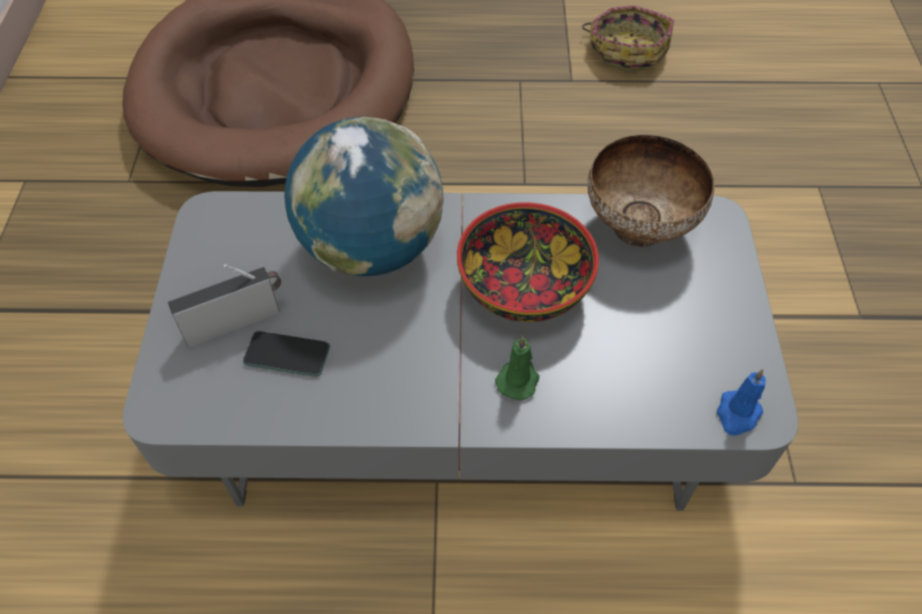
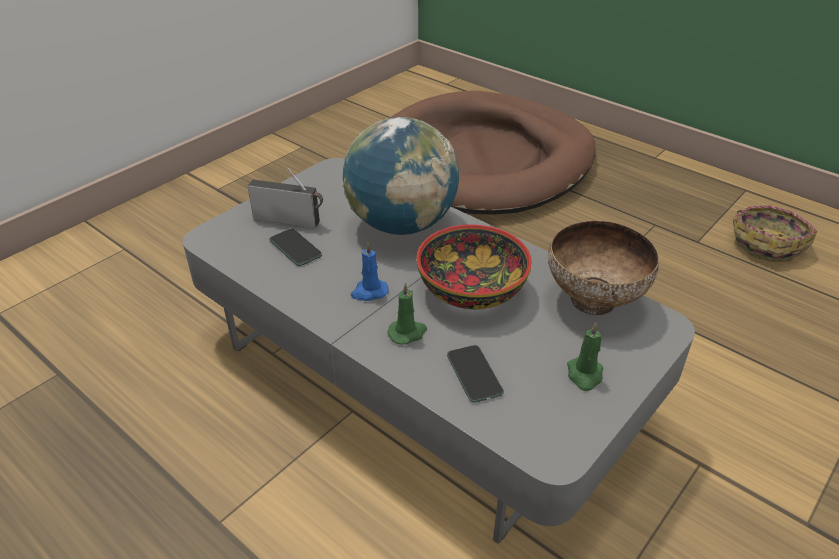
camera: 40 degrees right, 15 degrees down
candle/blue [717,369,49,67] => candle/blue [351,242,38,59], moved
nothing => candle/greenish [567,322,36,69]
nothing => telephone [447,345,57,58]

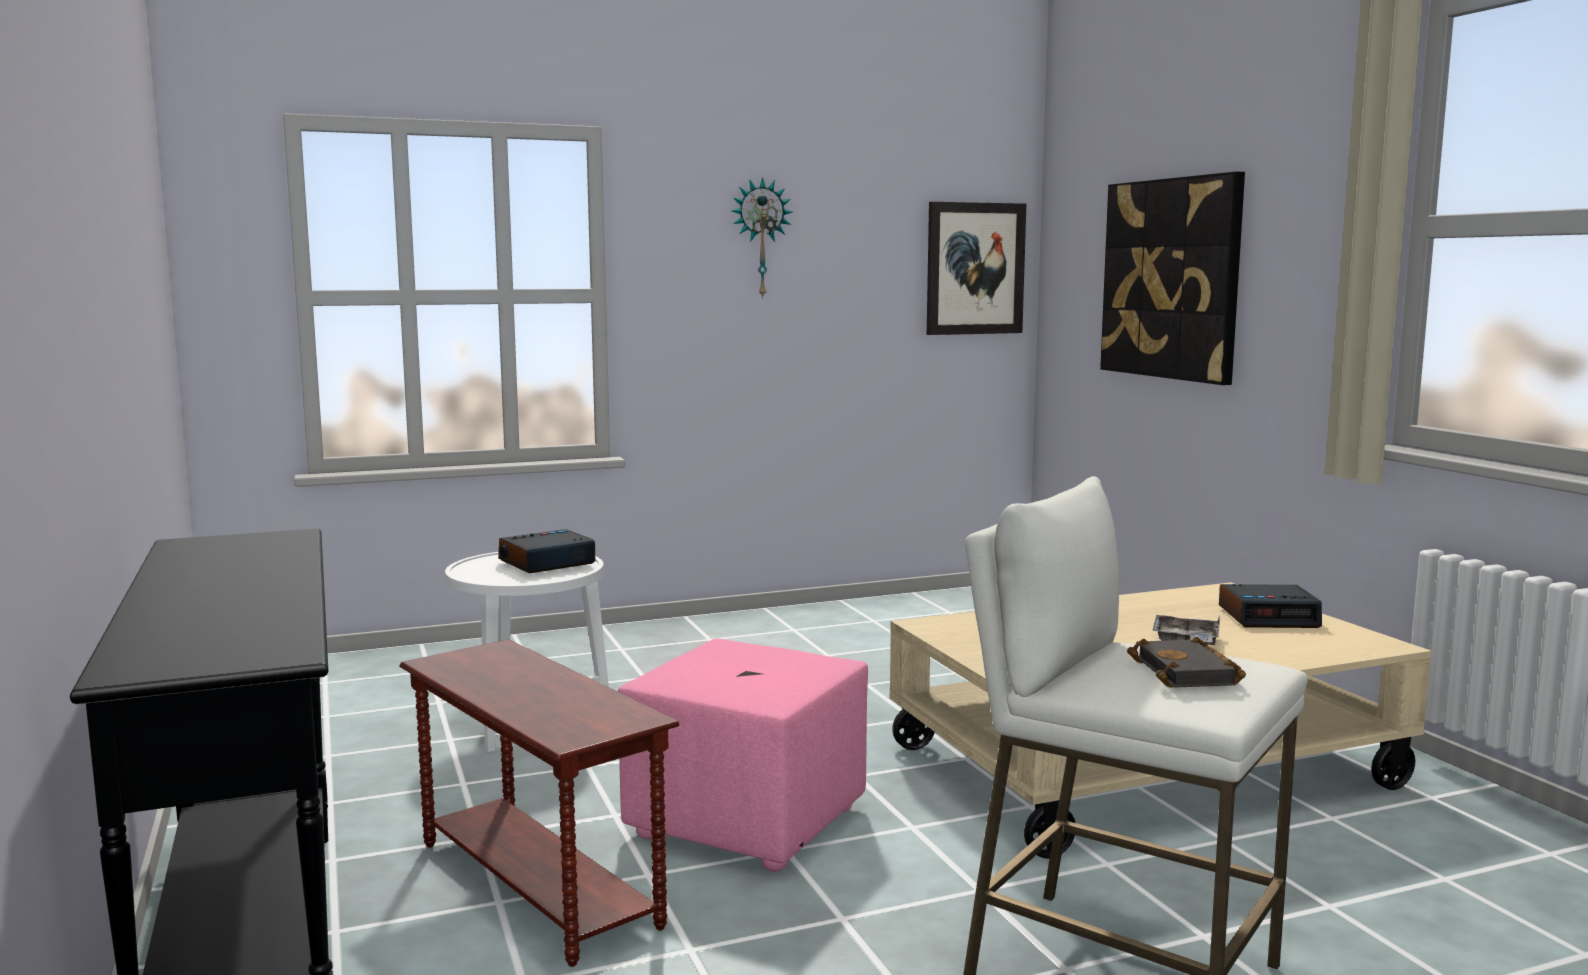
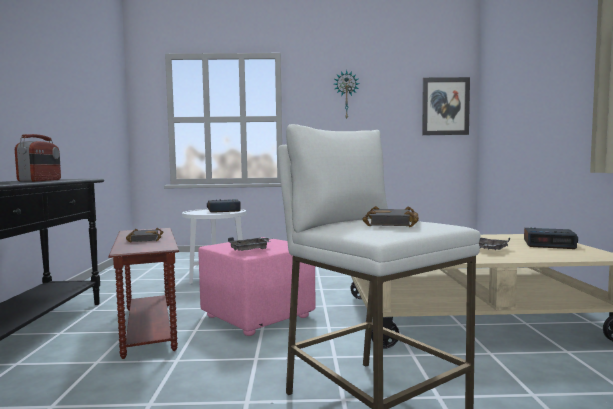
camera: 20 degrees right, 5 degrees down
wall picture [1100,171,145,214] => nothing
nothing => radio [15,134,46,48]
nothing => volume/blackish [126,228,37,15]
nothing => carrying tray/gray [228,237,44,14]

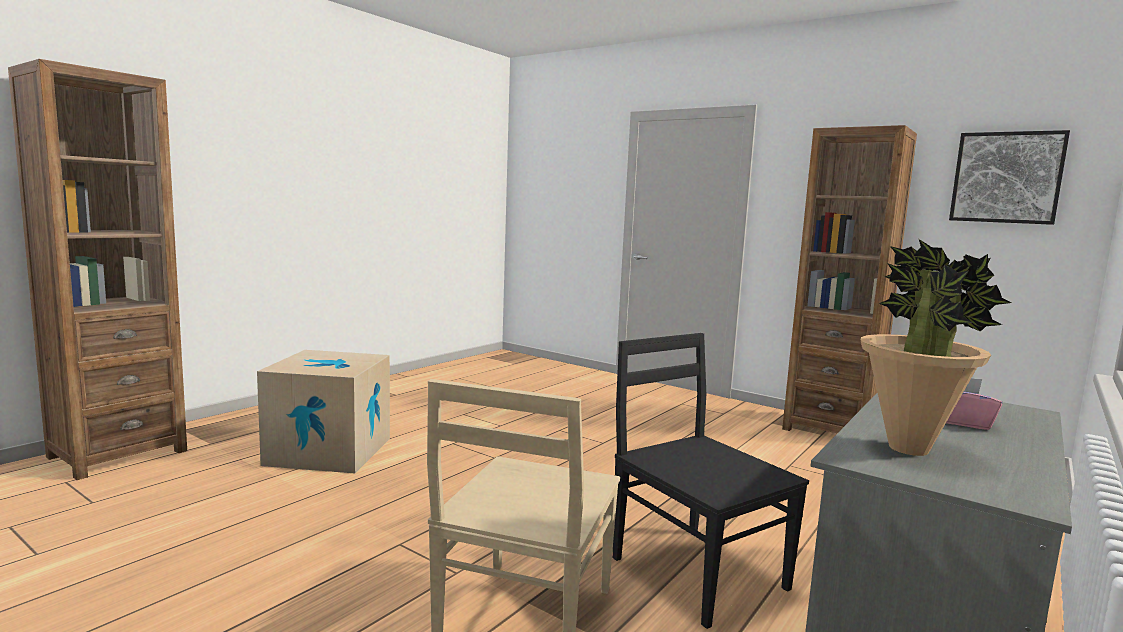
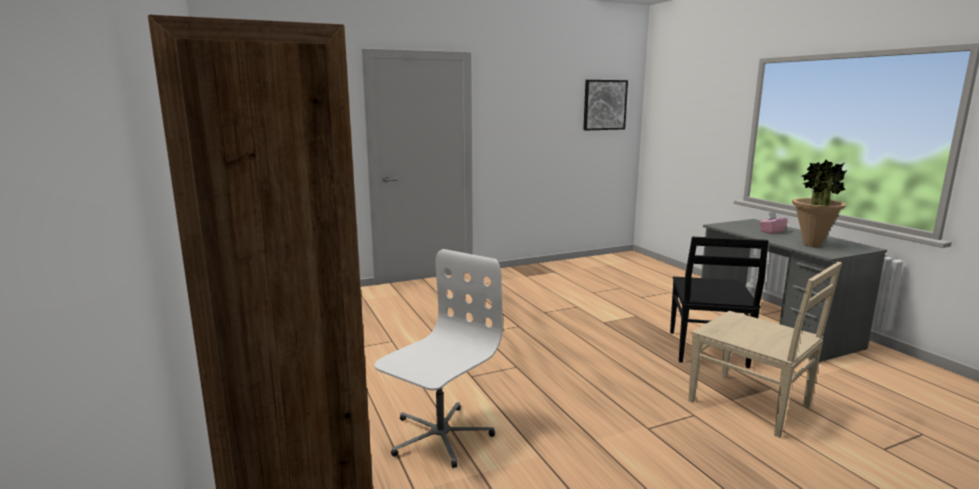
camera: 60 degrees left, 5 degrees up
bookshelf/brown-coloured [782,125,135,308] => nothing
plain chair/blackish [613,333,196,296] => plain chair/blackish [670,237,99,131], 75 degrees counterclockwise
carton [257,350,133,123] => computer chair/white [374,249,129,219]

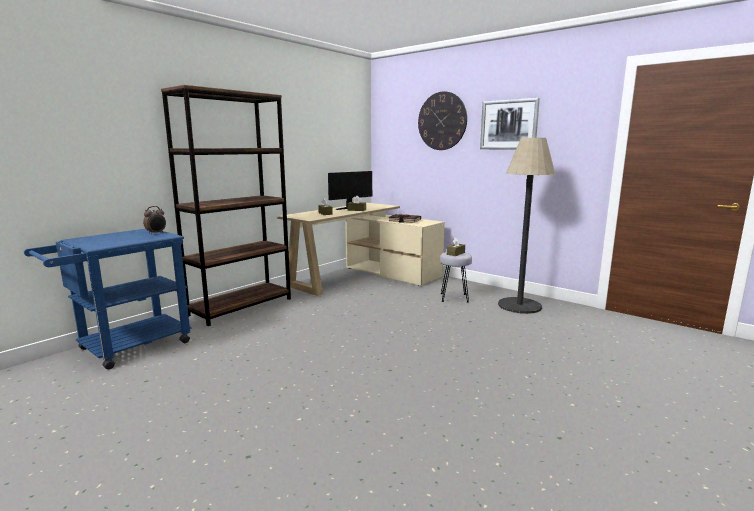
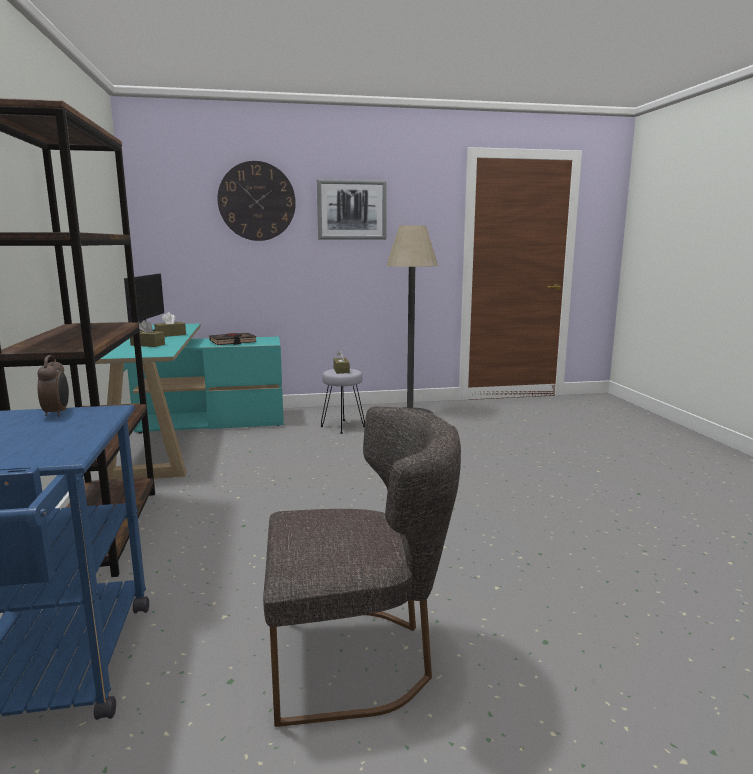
camera: 50 degrees left, 0 degrees up
desk unit/beige [277,203,168,93] => desk unit/turquoise [95,324,189,156]
nothing => plain chair/gray [263,406,198,321]

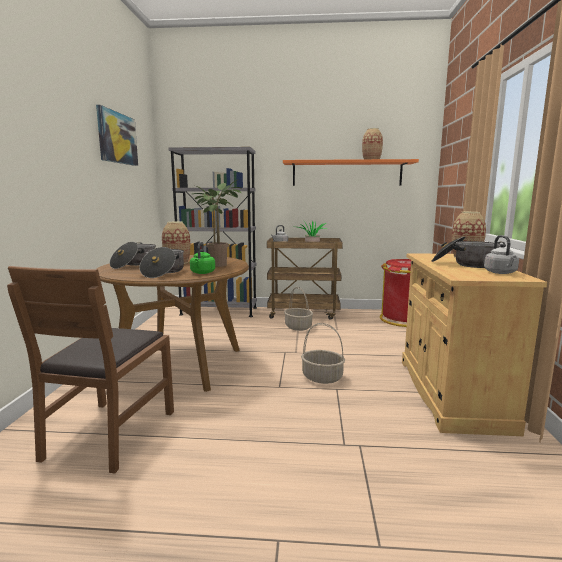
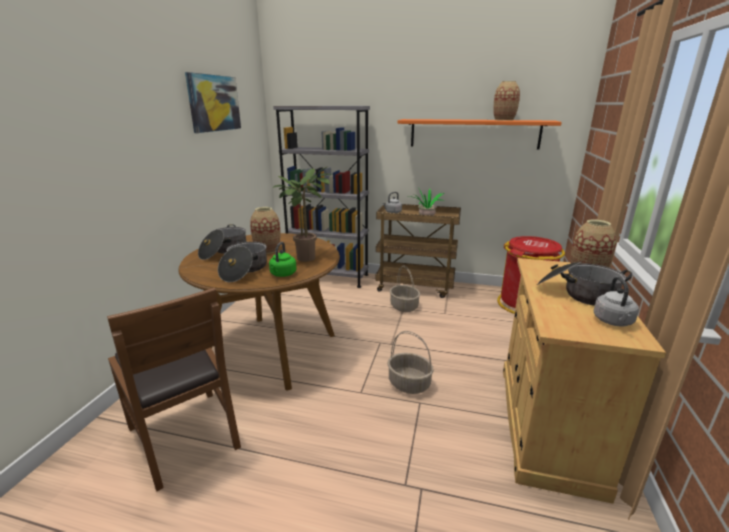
camera: 10 degrees right, 10 degrees up
plain chair/brown-coloured [7,266,167,208] => plain chair/brown-coloured [107,287,134,204], 60 degrees counterclockwise

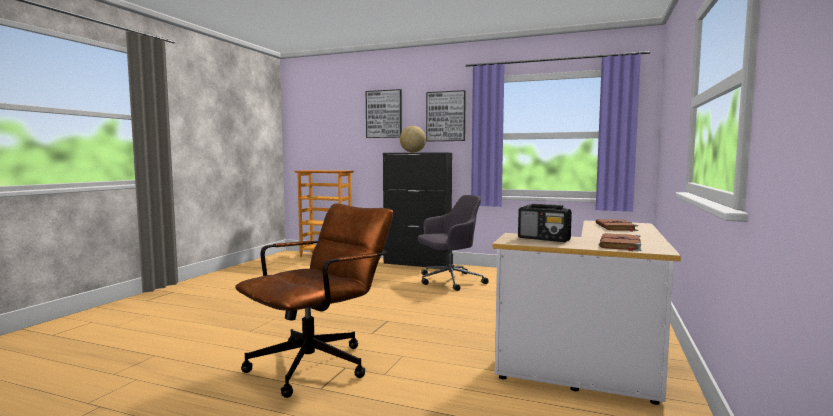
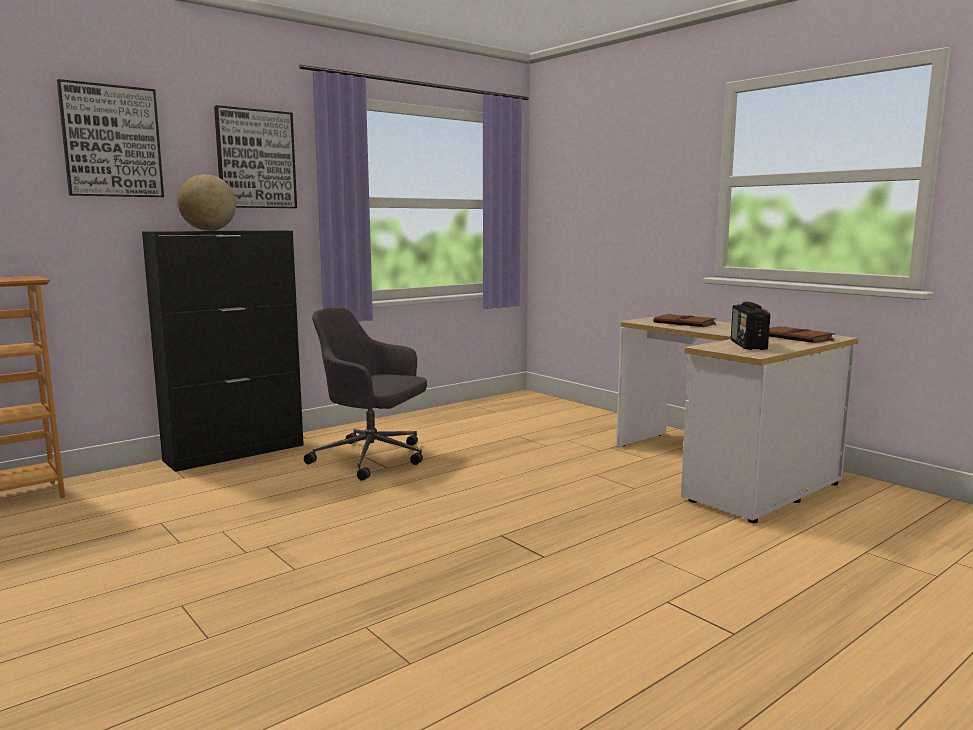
camera: 60 degrees left, 5 degrees up
computer chair/gray [418,195,71,96] => computer chair/gray [304,307,123,174], 75 degrees counterclockwise
computer chair/brown-coloured [235,203,158,195] => nothing
radio [518,204,54,38] => radio [731,302,39,48], 120 degrees clockwise

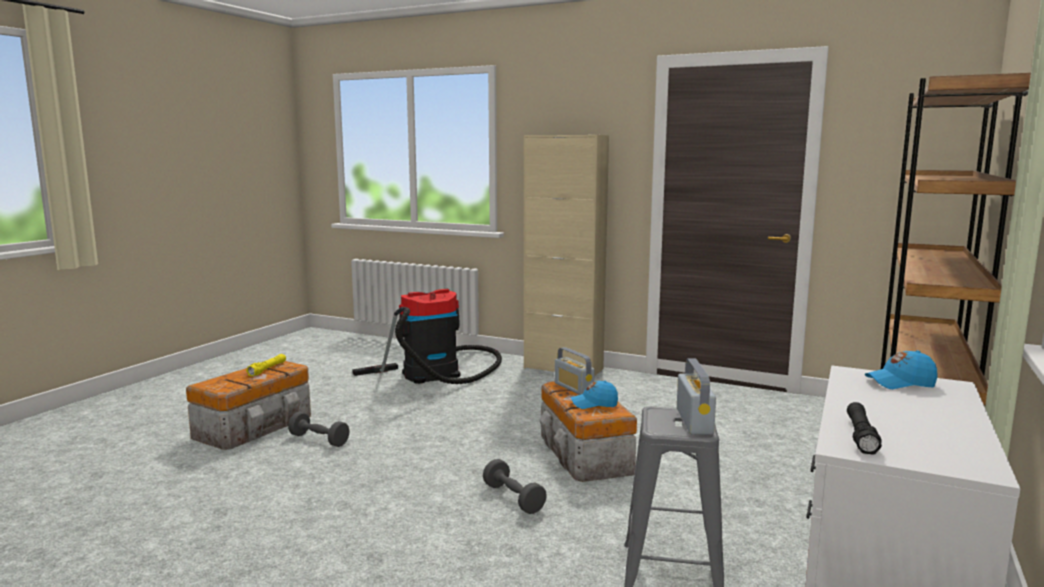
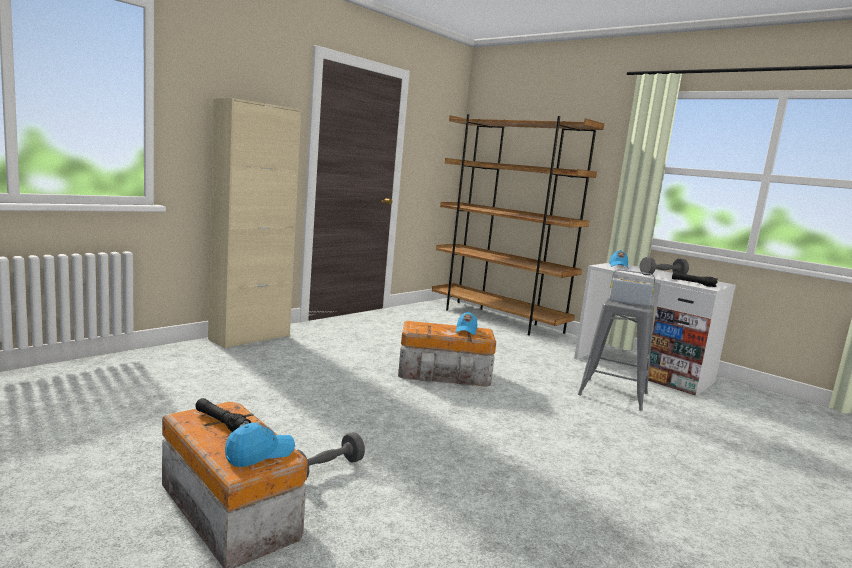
camera: 75 degrees left, 0 degrees up
vacuum cleaner [352,289,150,95] => nothing
radio [555,347,40,48] => nothing
hand torch/yellow-coloured [246,354,40,22] => hand torch/blackish [195,398,56,34]
dumbbell/gray [483,459,64,55] => dumbbell/gray [640,257,49,18], moved
nothing => cap/blue [225,422,70,45]

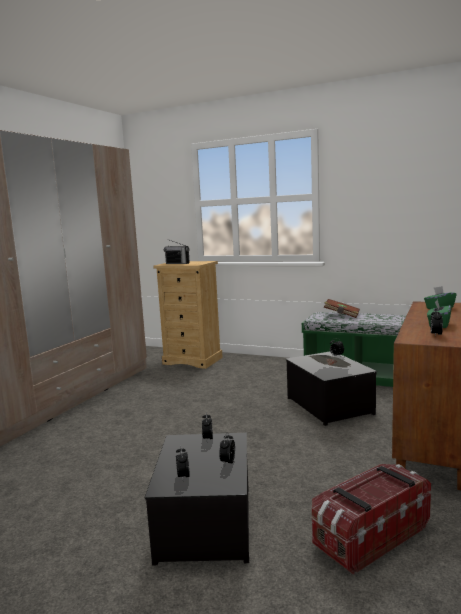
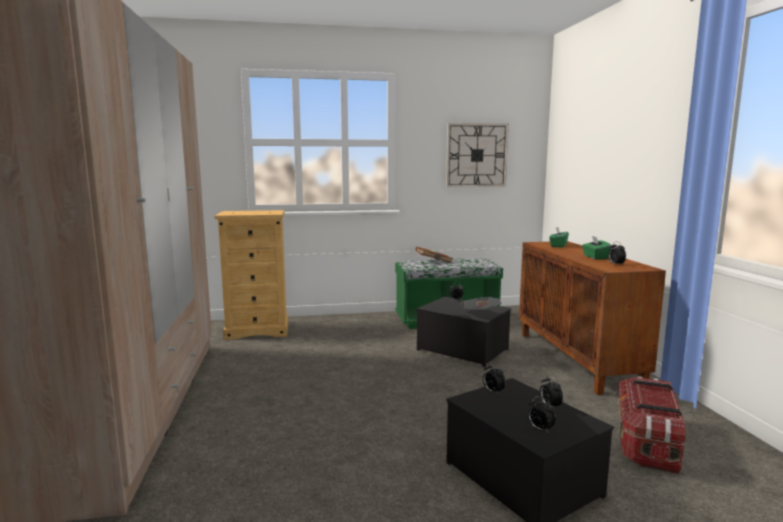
camera: 35 degrees left, 0 degrees up
radio [164,239,26,25] => nothing
nothing => clock on the wall [446,123,63,64]

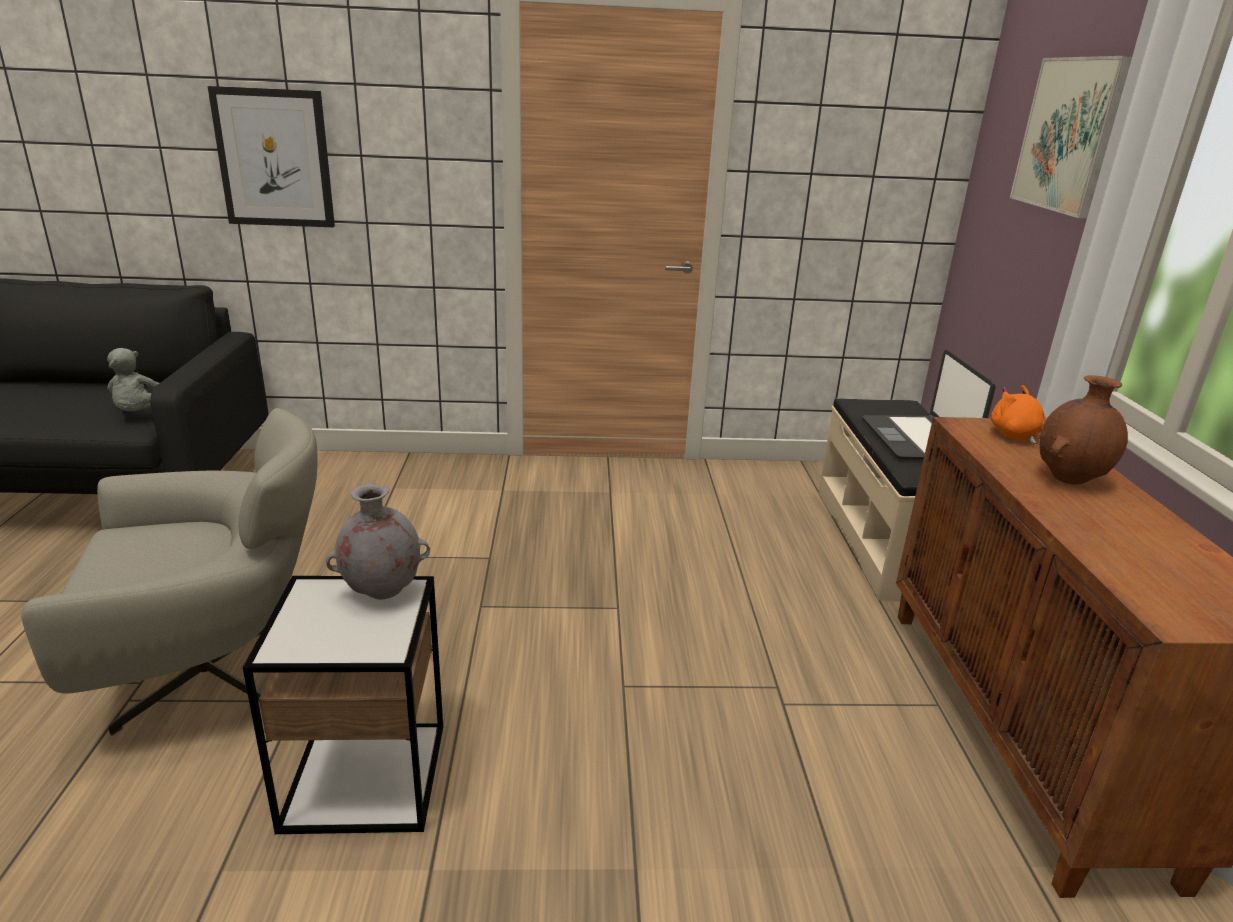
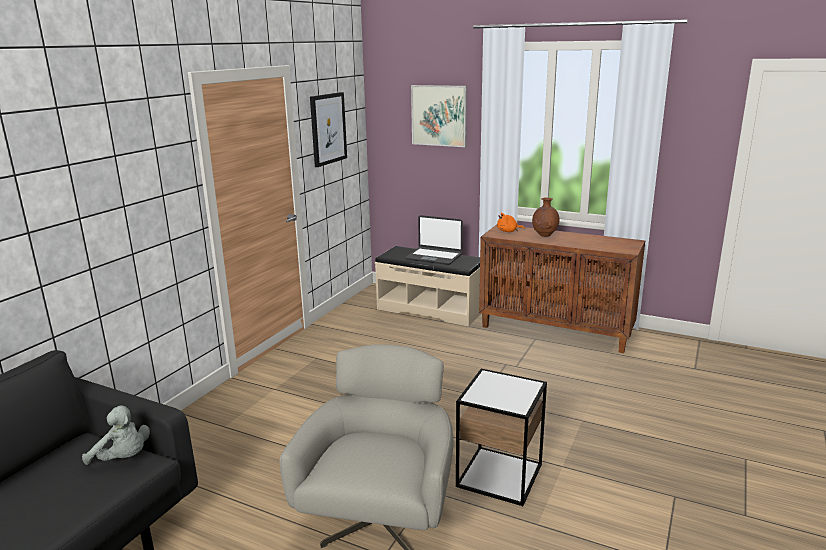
camera: 60 degrees left, 5 degrees down
wall picture [208,86,127,141] => wall picture [310,92,37,75], moved
decorative vase/gray [326,483,104,117] => nothing

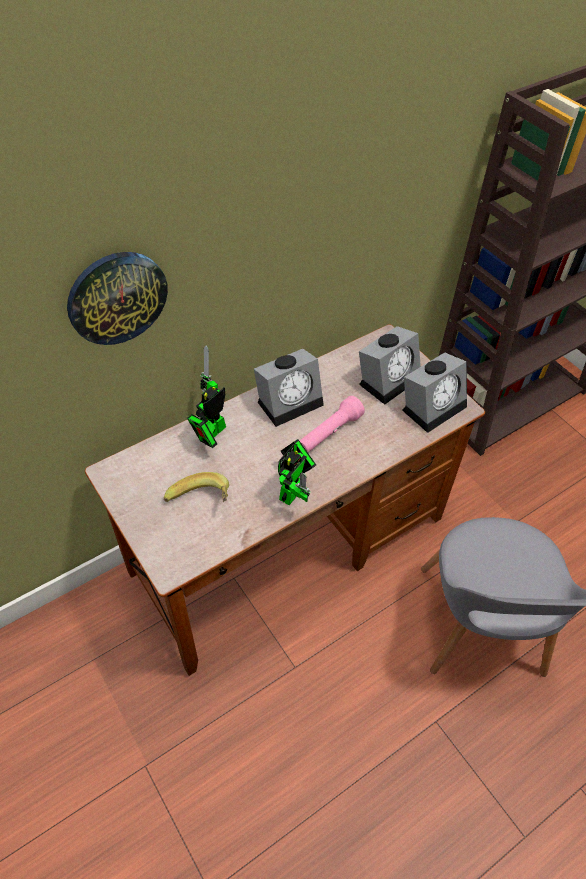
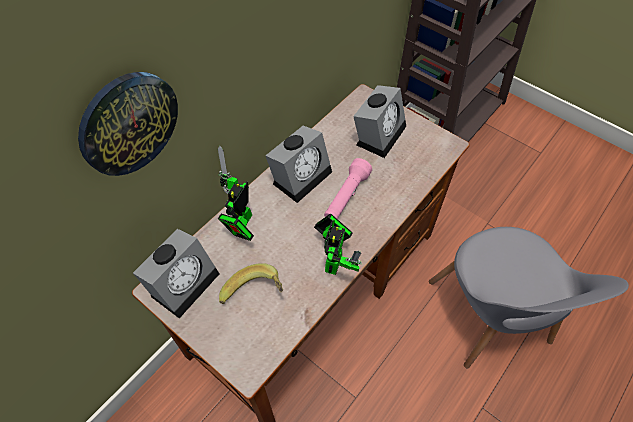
camera: 15 degrees left, 5 degrees up
bedside clock [402,352,65,81] => bedside clock [133,229,86,89], moved

